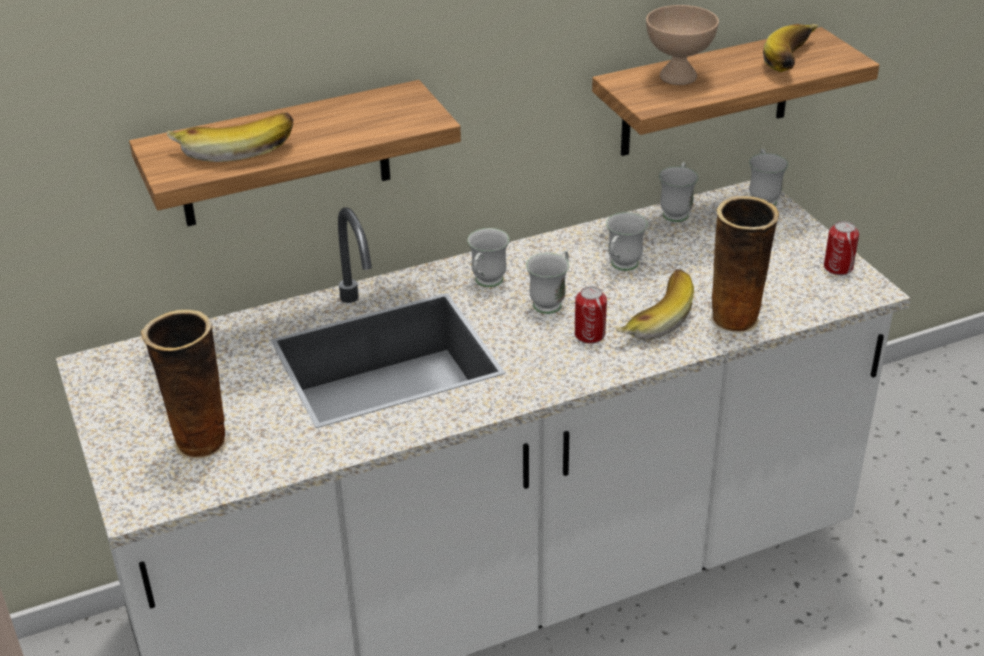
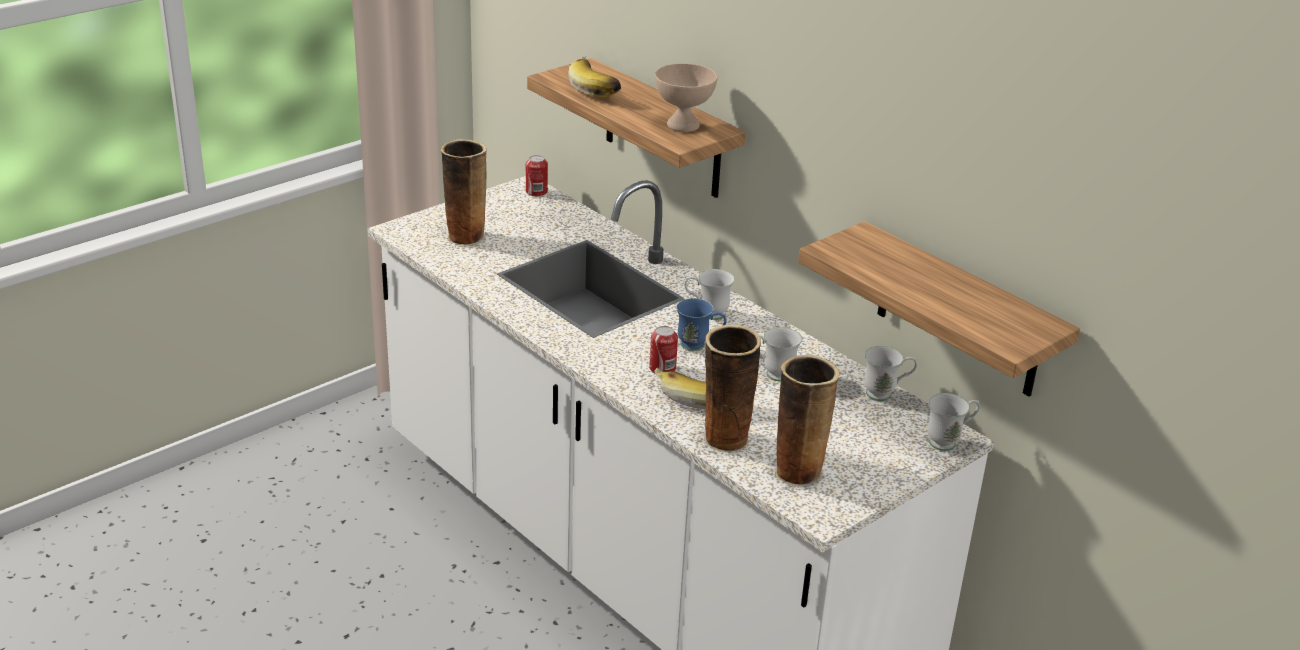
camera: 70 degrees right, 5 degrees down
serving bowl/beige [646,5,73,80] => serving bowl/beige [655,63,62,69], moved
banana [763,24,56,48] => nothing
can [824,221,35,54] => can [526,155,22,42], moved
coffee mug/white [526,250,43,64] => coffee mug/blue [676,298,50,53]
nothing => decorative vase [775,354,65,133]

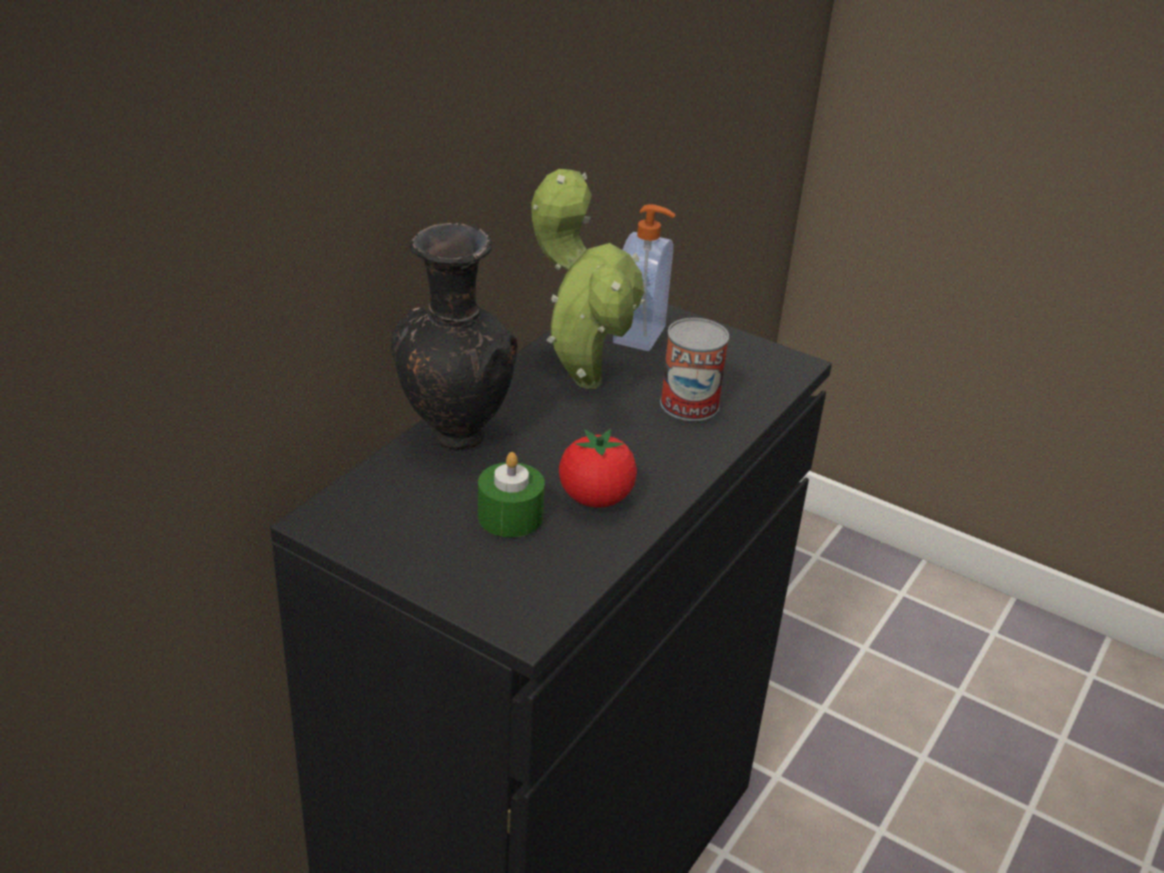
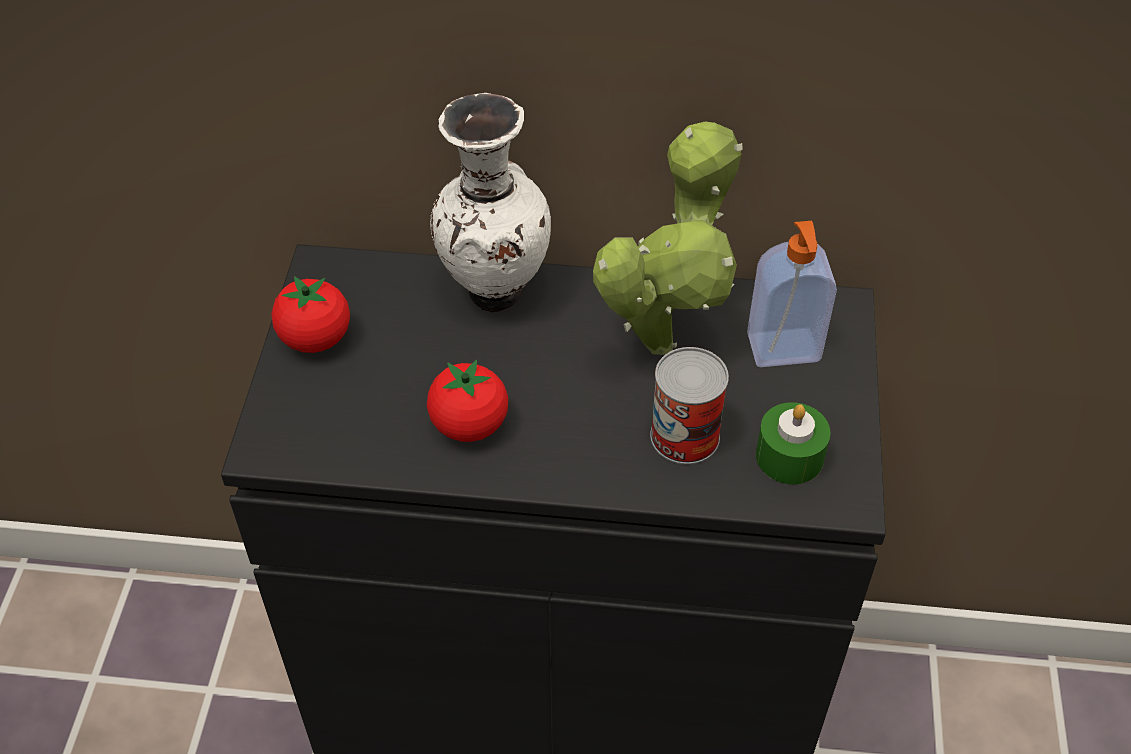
camera: 65 degrees right, 15 degrees up
decorative vase/blackish [391,223,127,227] => decorative vase/white [430,93,121,220]
candle/greenish [478,452,67,85] => candle/greenish [756,402,75,82], moved
nothing => fresh tomato [272,276,78,77]

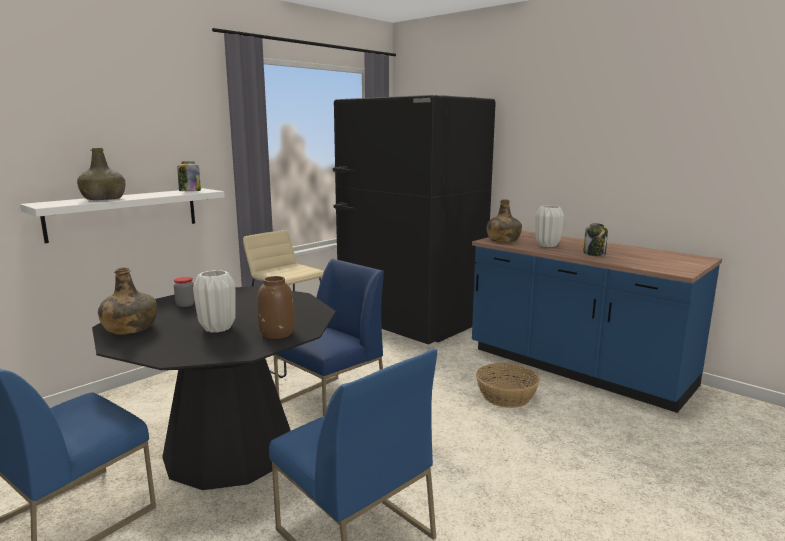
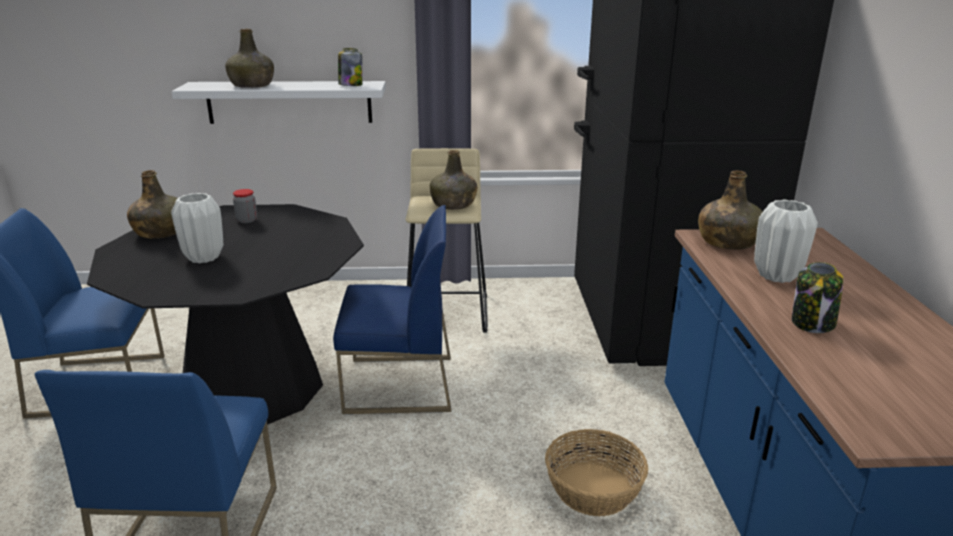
camera: 45 degrees right, 10 degrees up
decorative vase/brown-coloured [257,276,38,63] => nothing
nothing => bottle/greenish [430,150,47,60]

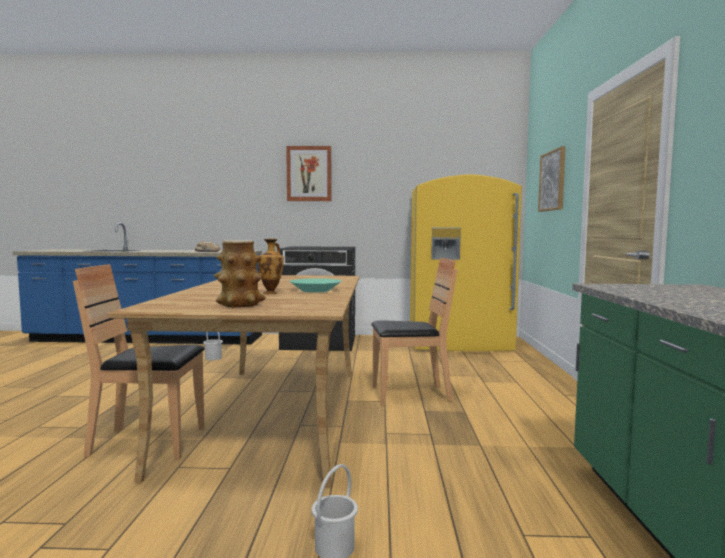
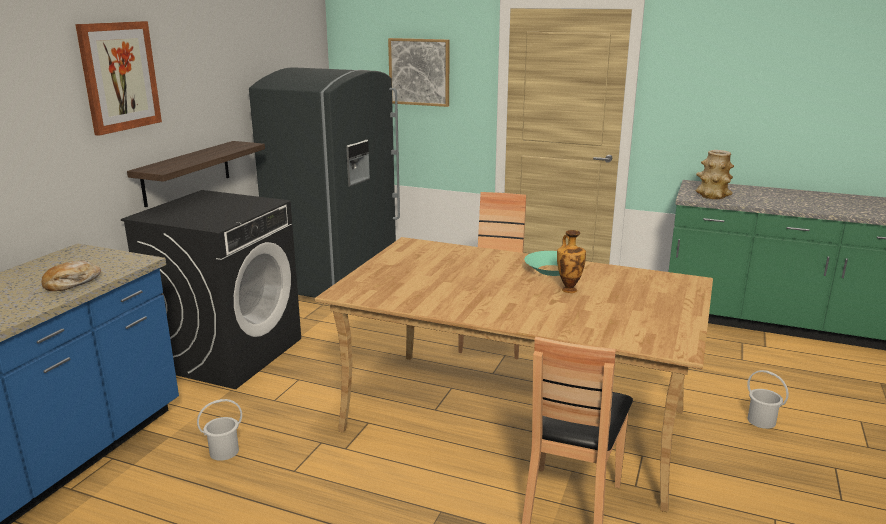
camera: 70 degrees left, 15 degrees up
kitchen fridge/yellow-coloured [410,174,112,177] => kitchen fridge/gray [249,67,151,231]
decorative vase [214,240,52,67] => decorative vase [696,150,38,49], moved
nothing => bracket shelf [127,141,138,66]

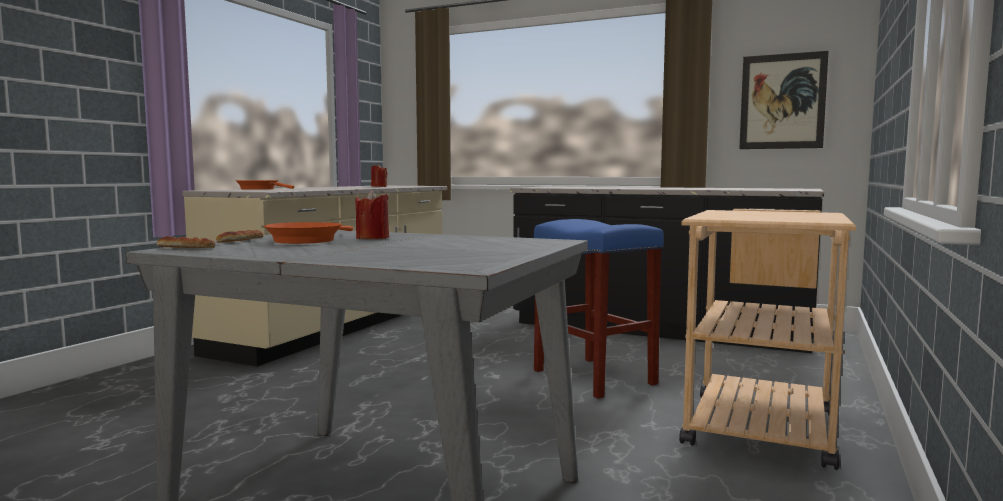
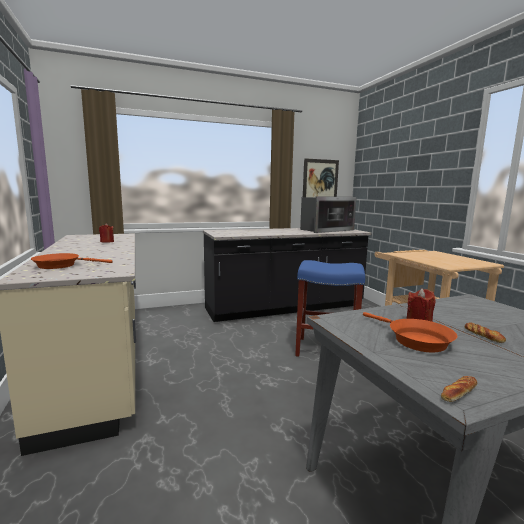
camera: 45 degrees left, 5 degrees up
bakery bread [216,230,47,13] => bakery bread [465,323,41,20], moved
nothing => microwave oven [300,196,56,37]

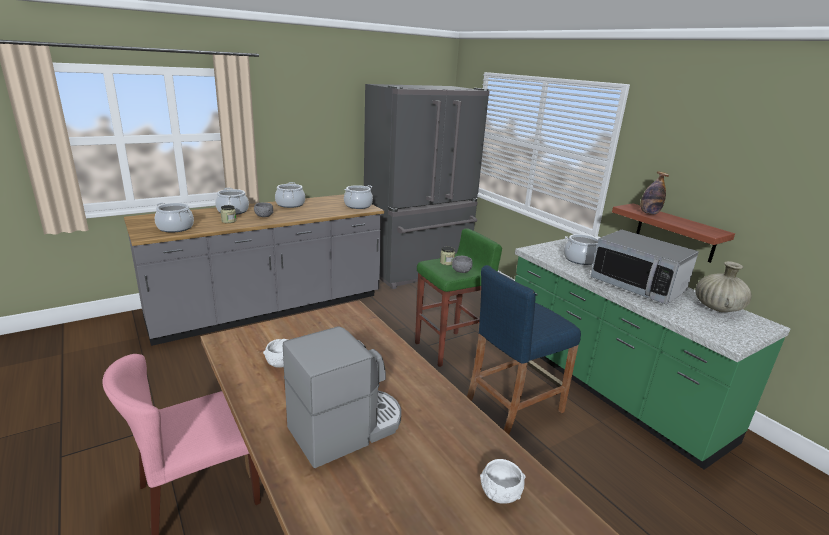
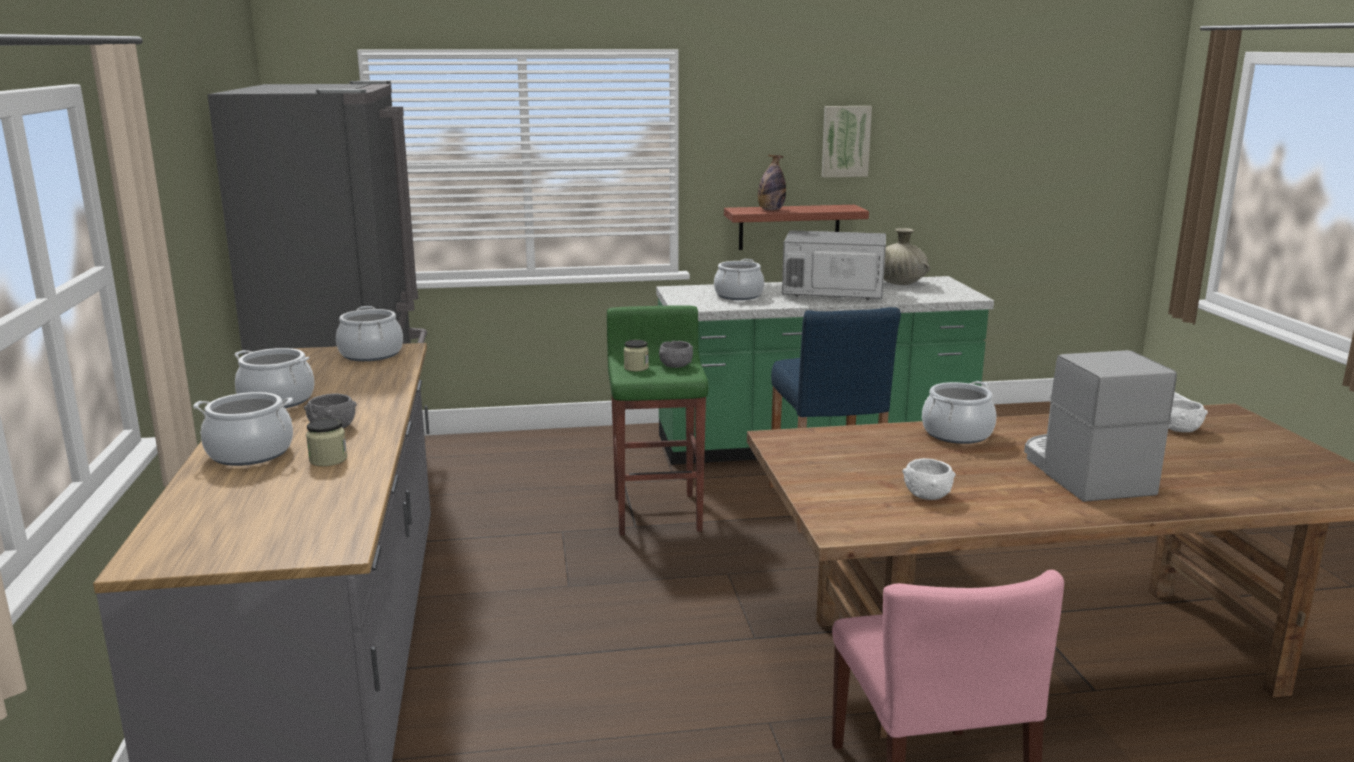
camera: 65 degrees left, 5 degrees down
stockpot [155,203,39,30] => stockpot [922,381,74,63], moved
microwave oven [590,230,109,74] => microwave oven [782,230,104,70], 150 degrees counterclockwise
nothing => wall picture [821,106,51,72]

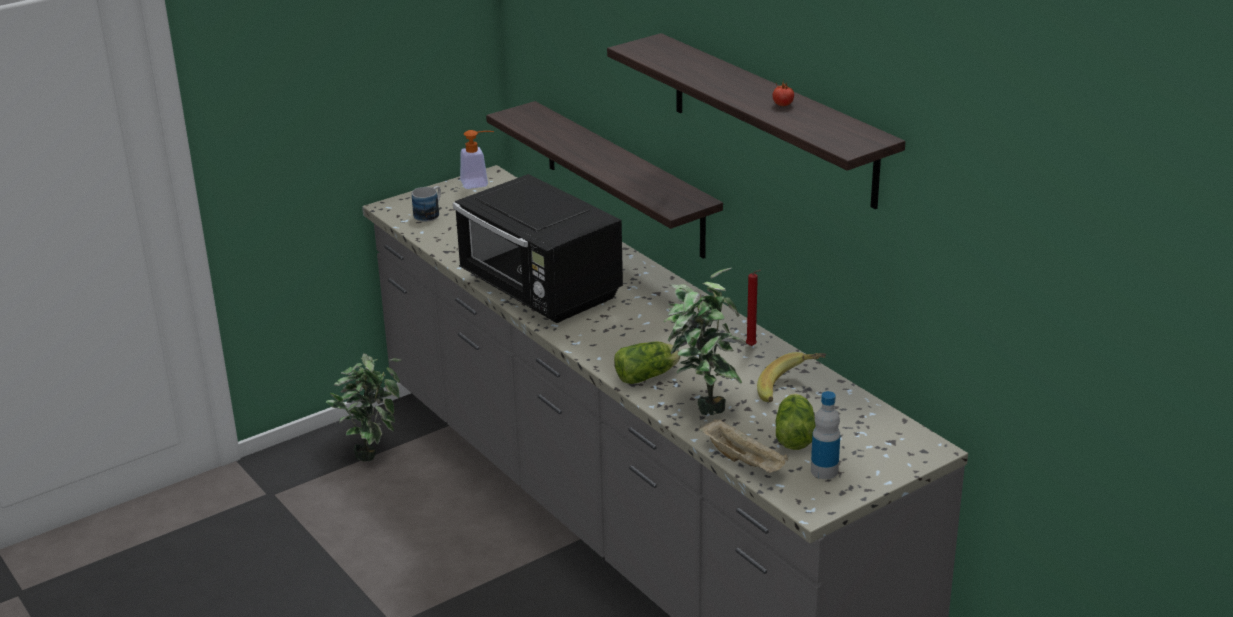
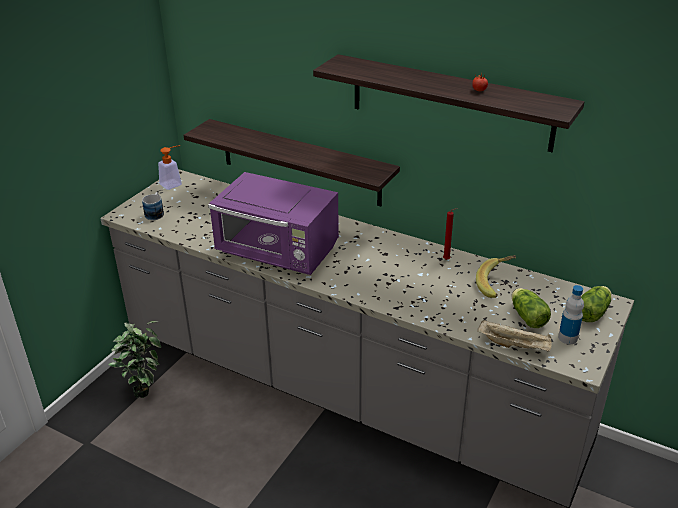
camera: 25 degrees left, 5 degrees up
microwave oven/blackish [453,174,170,149] => microwave oven/purplish [208,172,131,103]
potted plant [664,267,83,148] => nothing
lettuce [614,342,67,42] => lettuce [581,286,30,36], moved

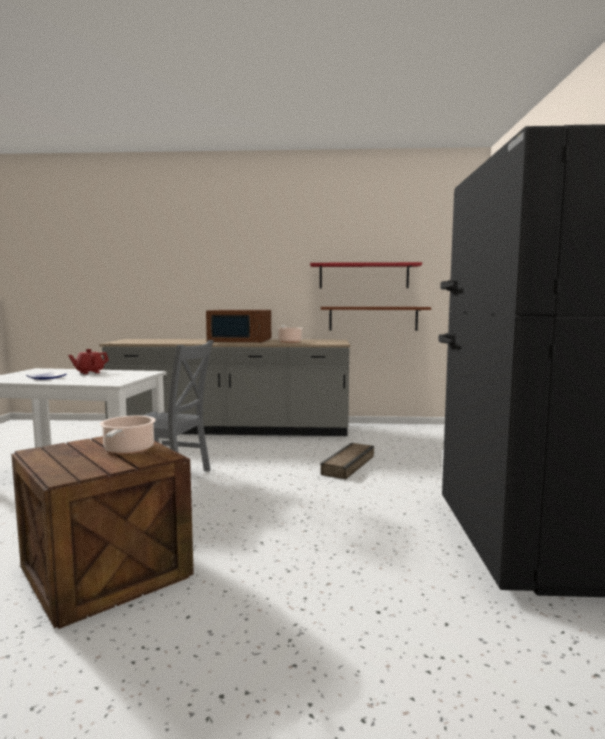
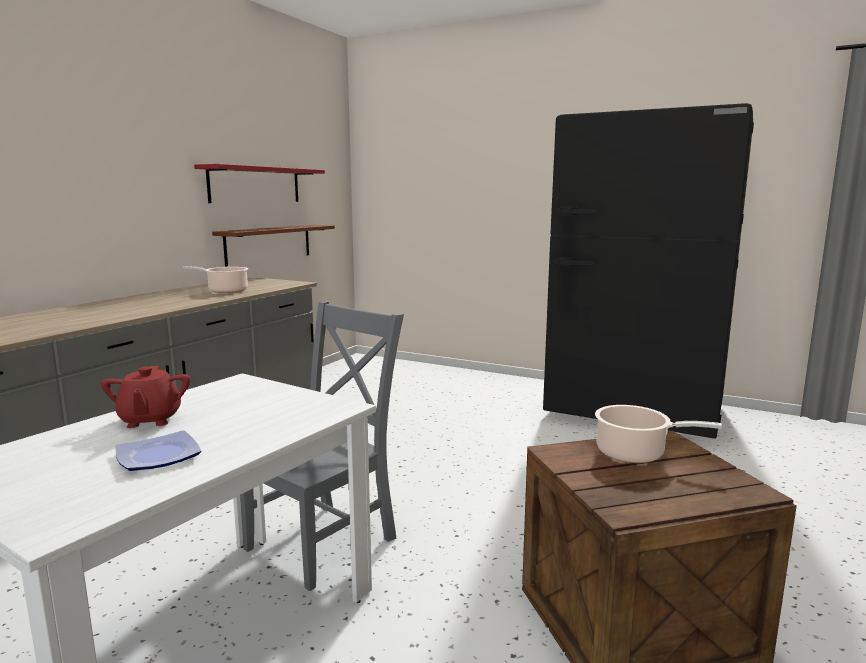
camera: 65 degrees left, 5 degrees up
microwave oven/brown-coloured [206,310,65,33] => nothing
crate [321,443,53,36] => nothing

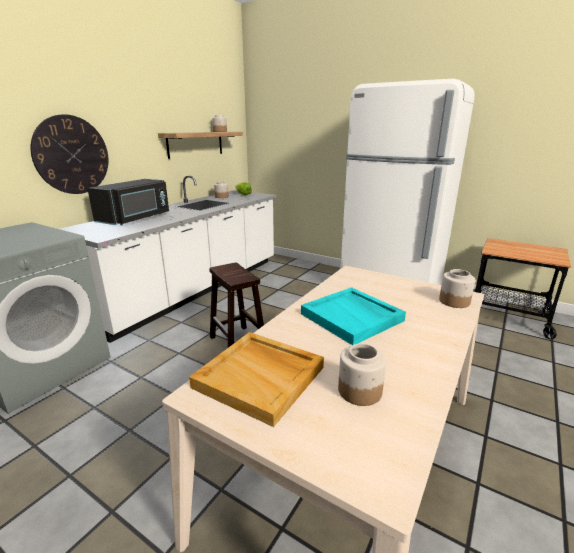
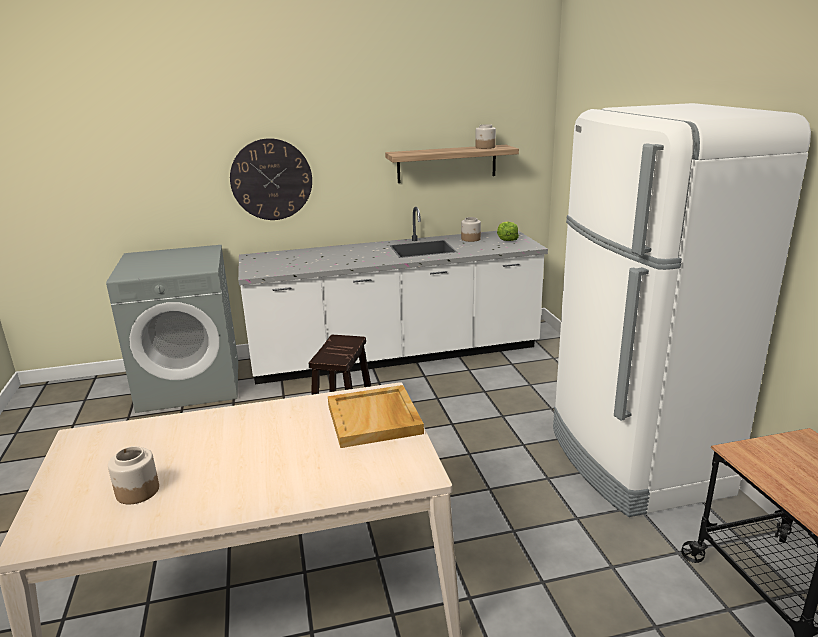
camera: 45 degrees right, 0 degrees up
microwave oven/blackish [87,179,82,46] => nothing
preserve jar [439,269,36,39] => nothing
carrying tray/turquoise [301,287,105,58] => nothing
carrying tray/beige [189,332,135,95] => carrying tray/beige [328,385,96,63], moved

